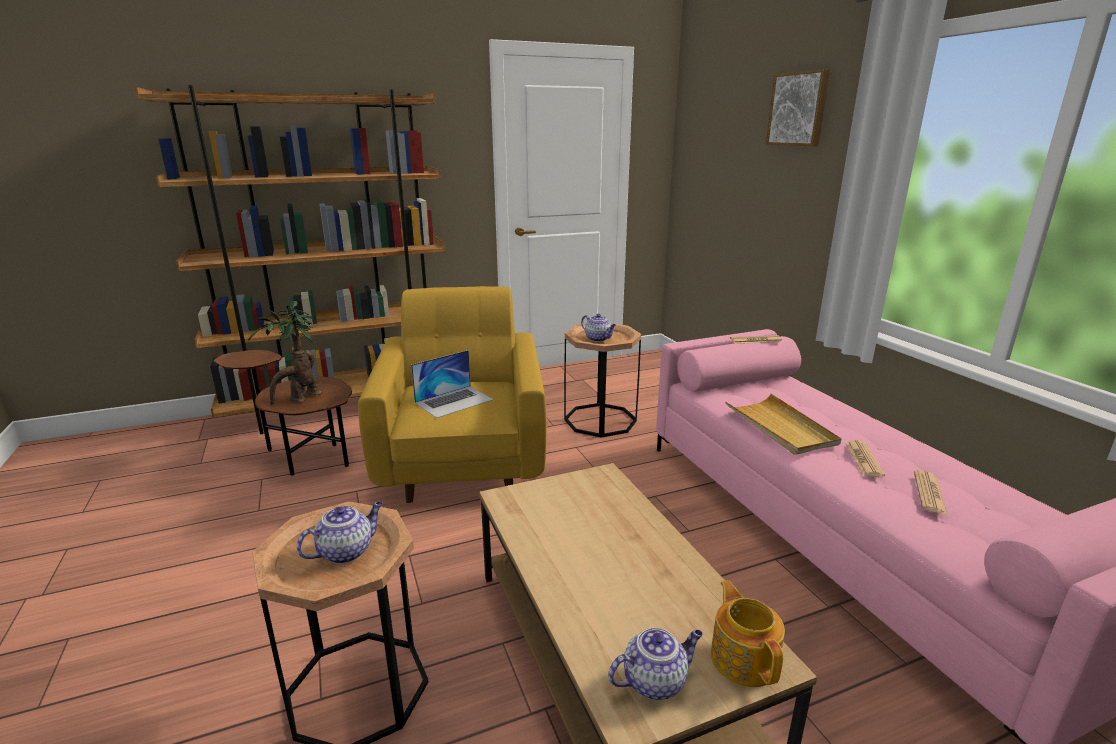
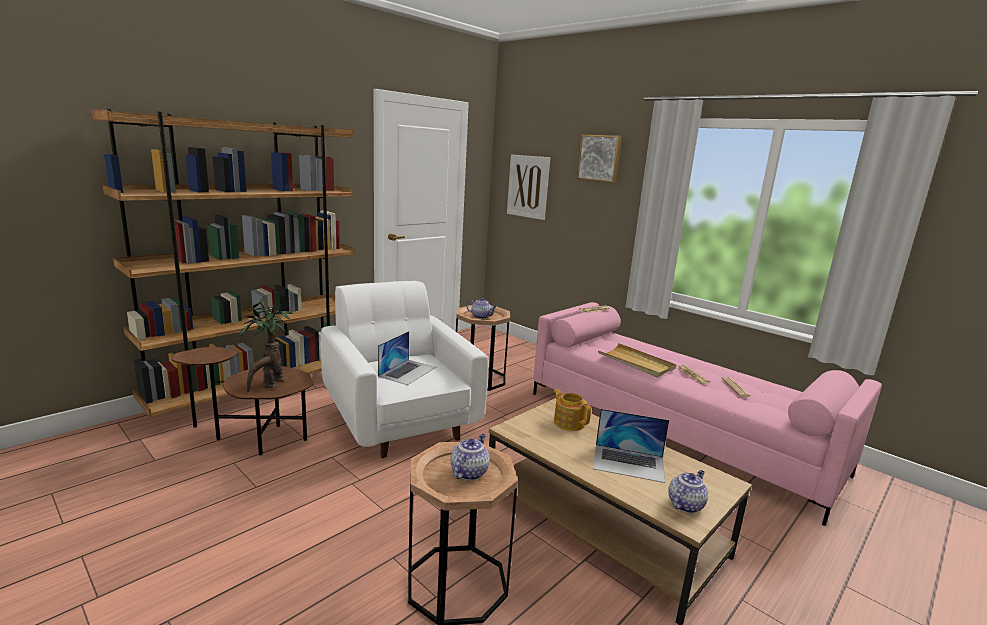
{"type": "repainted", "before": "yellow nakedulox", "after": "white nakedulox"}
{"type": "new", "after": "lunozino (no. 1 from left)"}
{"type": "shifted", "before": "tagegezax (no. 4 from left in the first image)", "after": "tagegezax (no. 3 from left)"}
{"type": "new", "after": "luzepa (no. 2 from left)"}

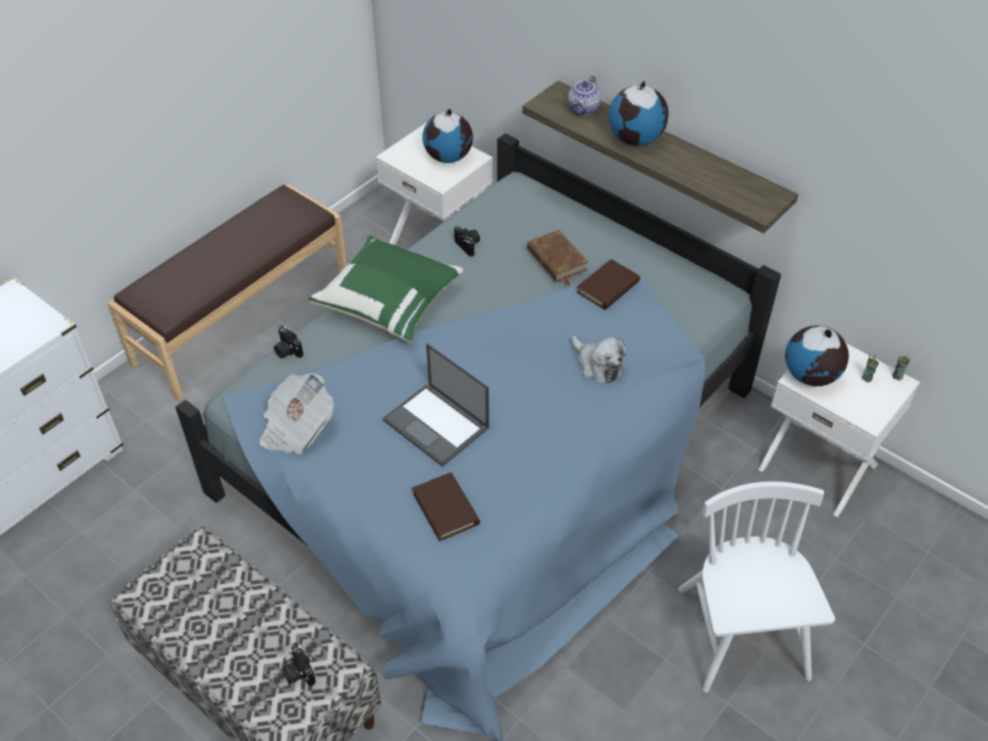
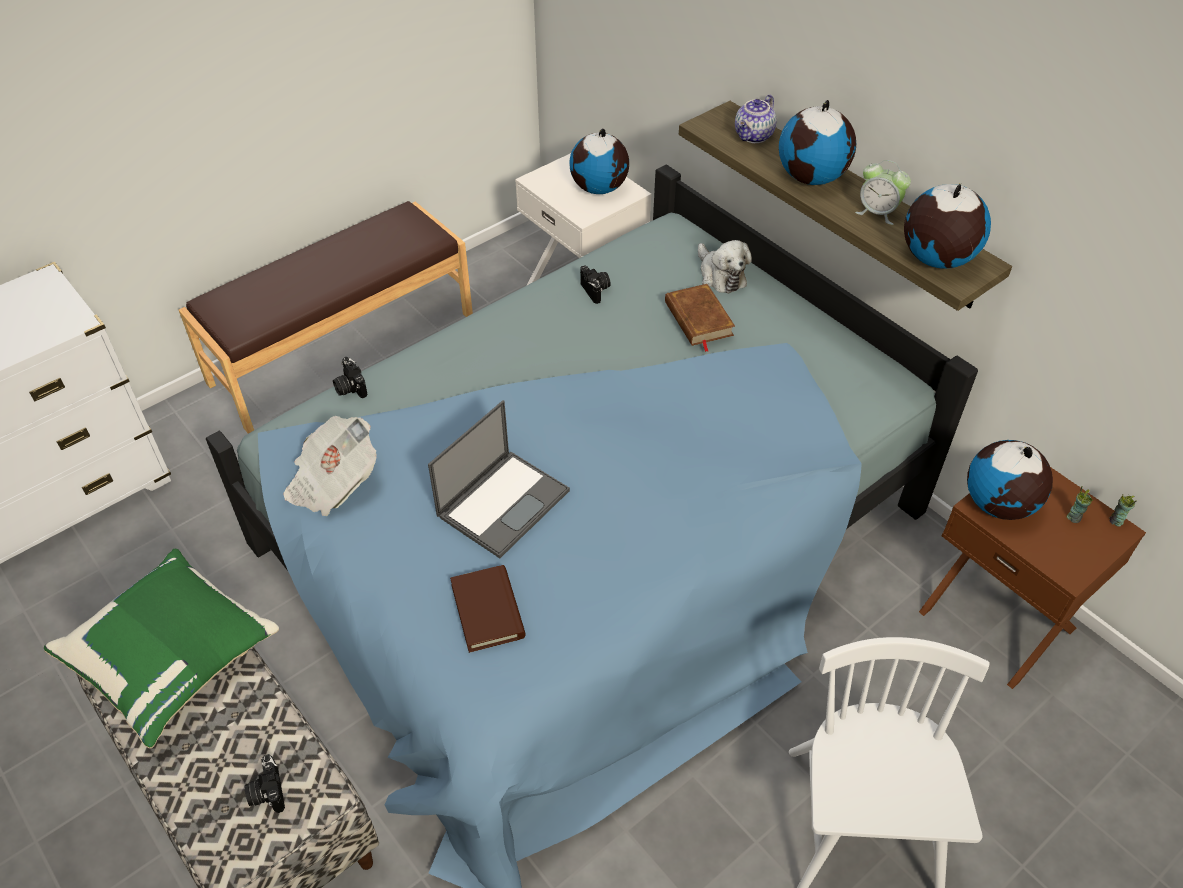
{"type": "shifted", "before": "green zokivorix"}
{"type": "rotated", "before": "luzepa", "turn": -105}
{"type": "shifted", "before": "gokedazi"}
{"type": "new", "after": "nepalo"}
{"type": "new", "after": "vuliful (no. 3 from left)"}
{"type": "repainted", "before": "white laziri (no. 2 from left)", "after": "brown laziri"}
{"type": "gone", "before": "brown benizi (no. 3 from left)"}

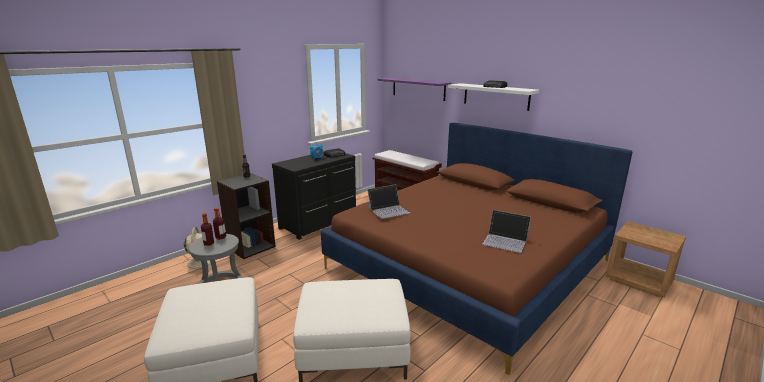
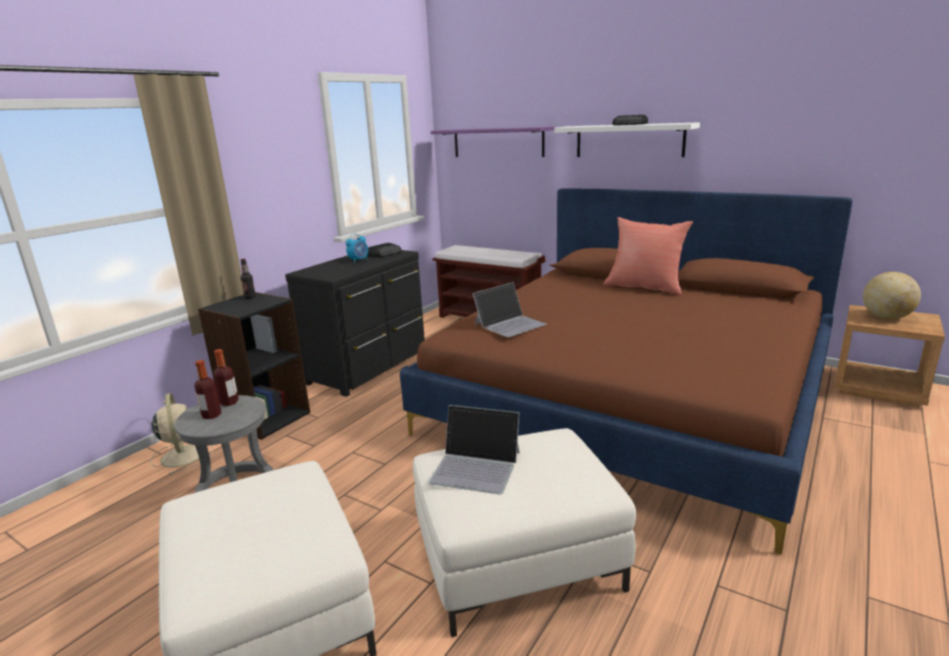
{"type": "shifted", "before": "luzepa (no. 2 from left in the first image)", "after": "luzepa (no. 1 from left)"}
{"type": "new", "after": "red zokivorix"}
{"type": "new", "after": "vuliful"}

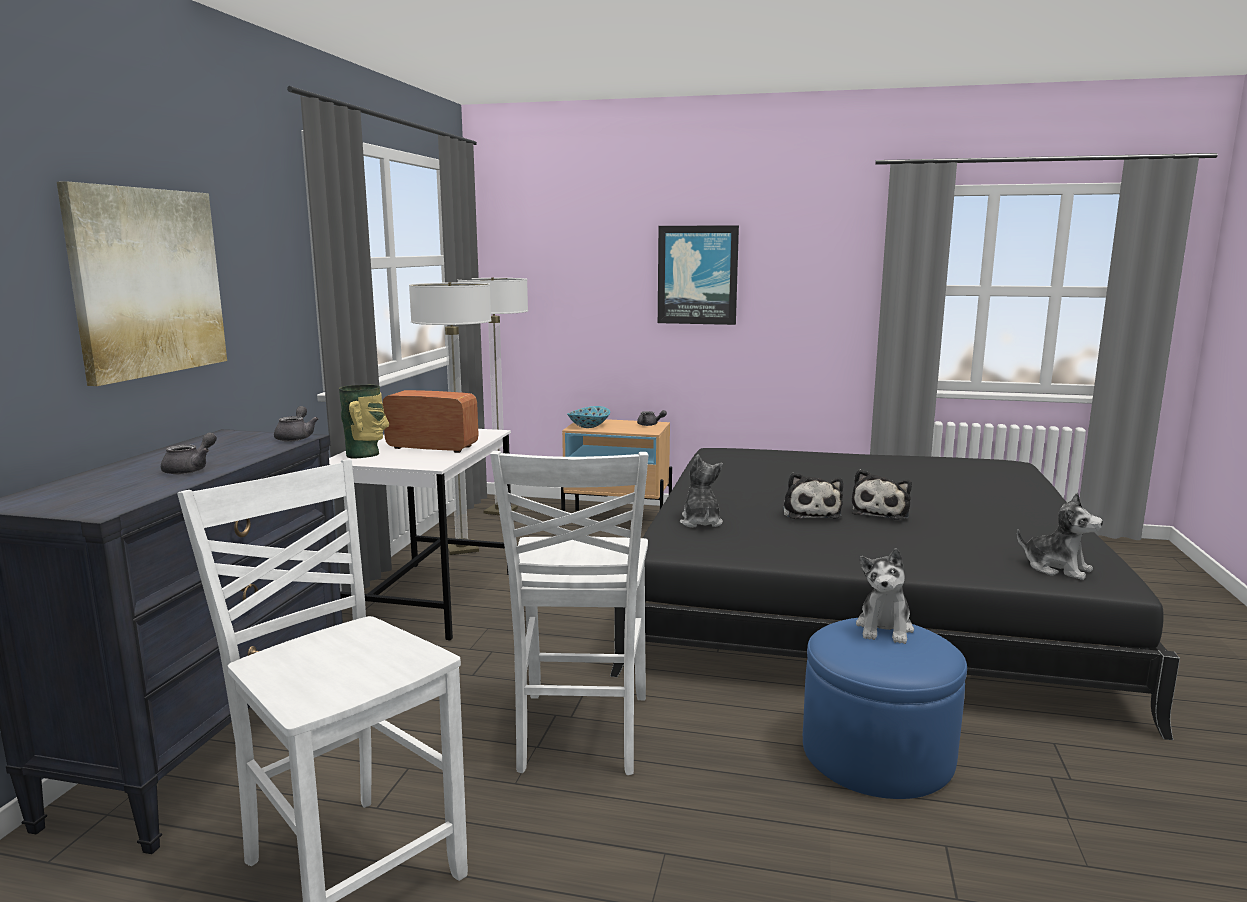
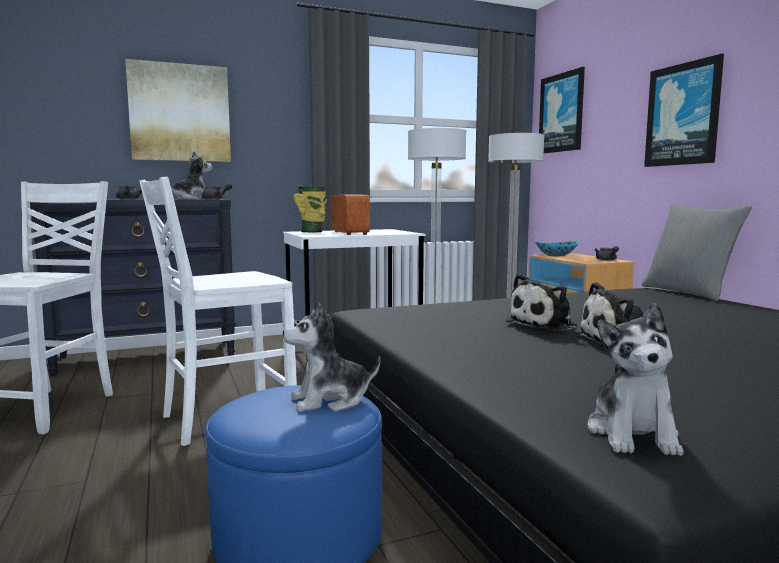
{"type": "shifted", "before": "gokedazi (no. 1 from left)"}
{"type": "new", "after": "lunozino (no. 2 from left)"}
{"type": "new", "after": "grey zokivorix"}

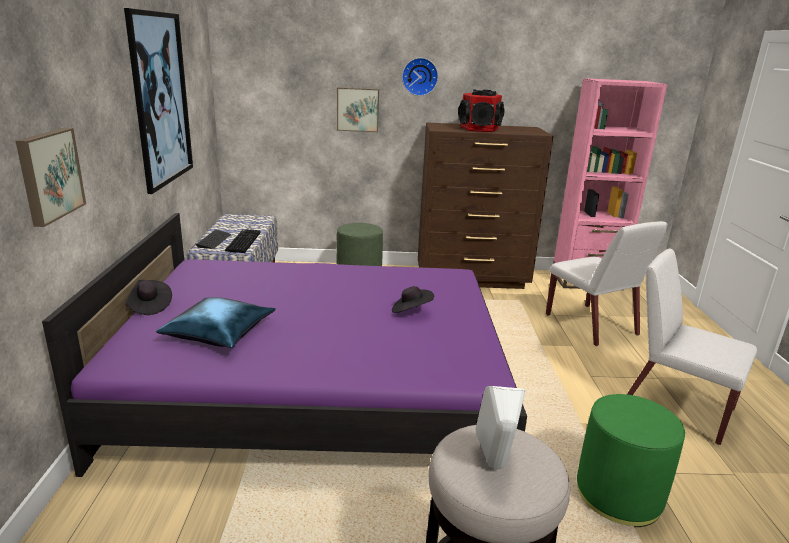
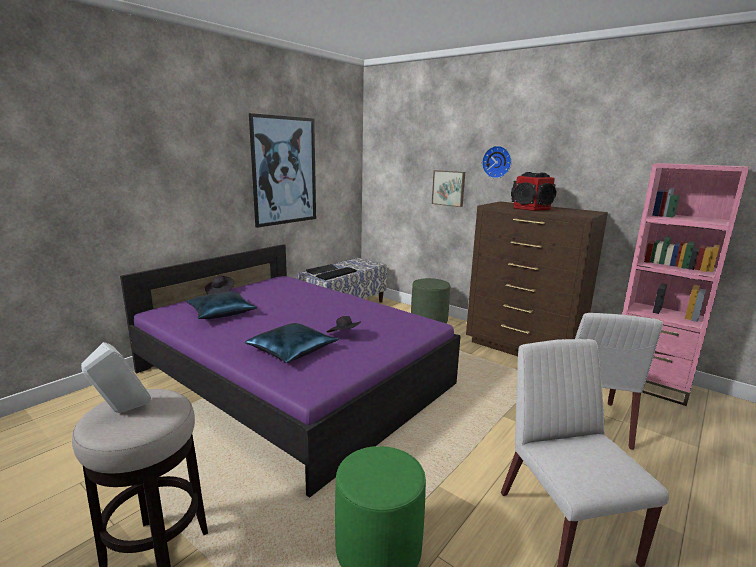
{"type": "new", "after": "blue zokivorix (no. 2 from left)"}
{"type": "gone", "before": "lunozino (no. 1 from left)"}

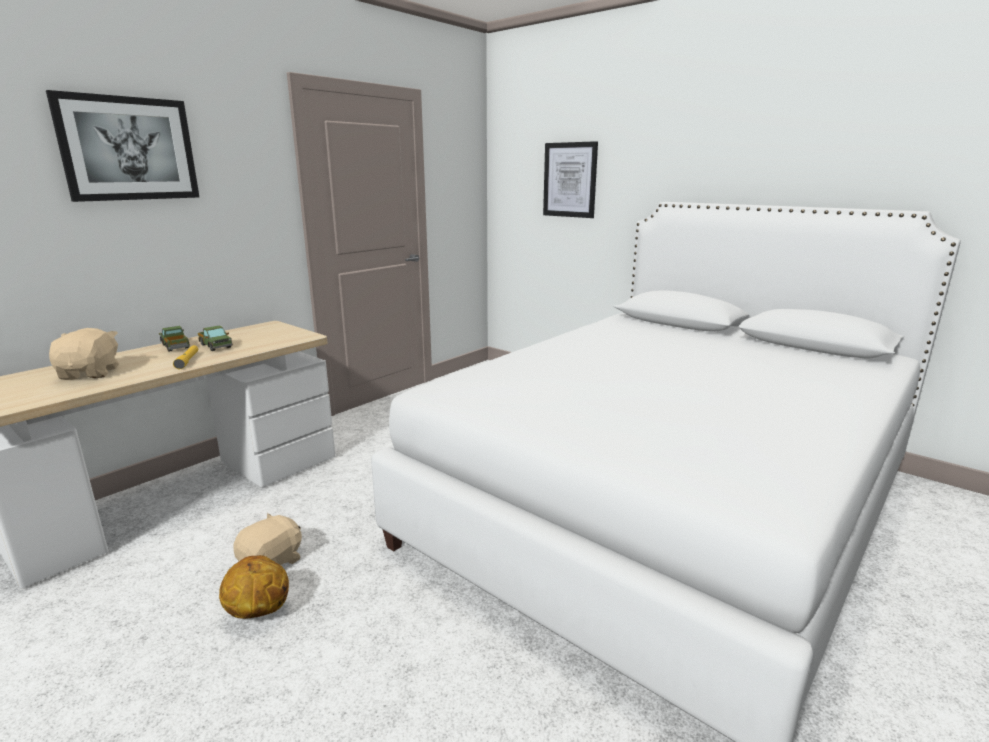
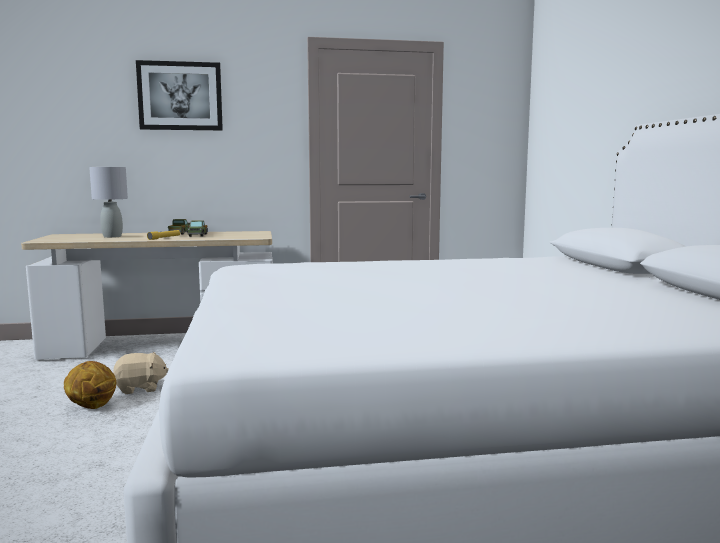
{"type": "swapped", "before": "beige gokedazi (no. 1 from left)", "after": "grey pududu"}
{"type": "gone", "before": "lunozino (no. 2 from left)"}

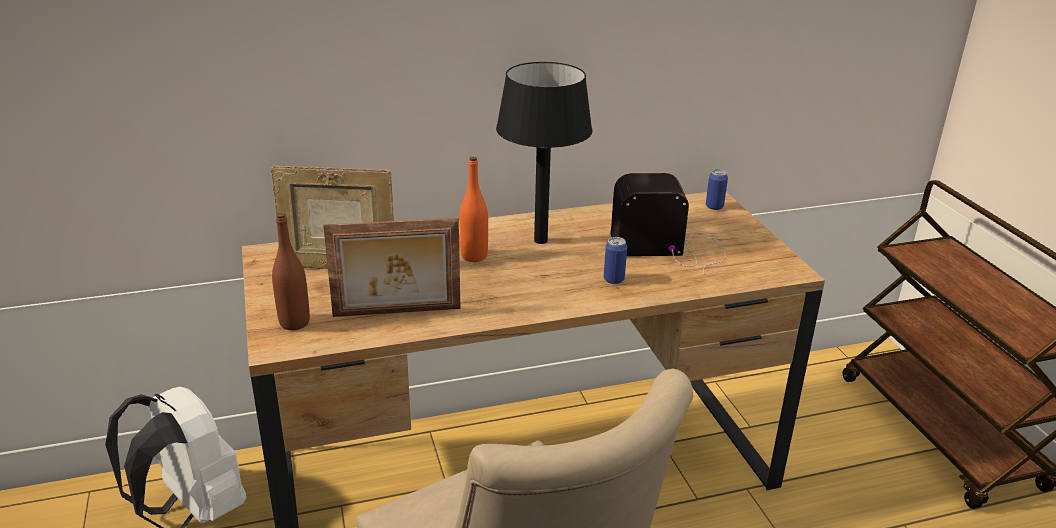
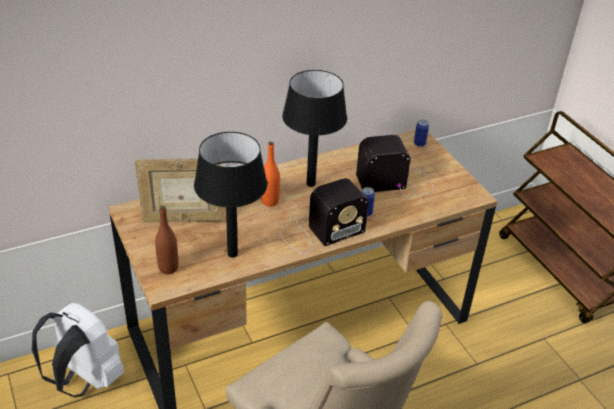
{"type": "swapped", "before": "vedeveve (no. 2 from left)", "after": "black pududu (no. 1 from left)"}
{"type": "new", "after": "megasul (no. 1 from left)"}

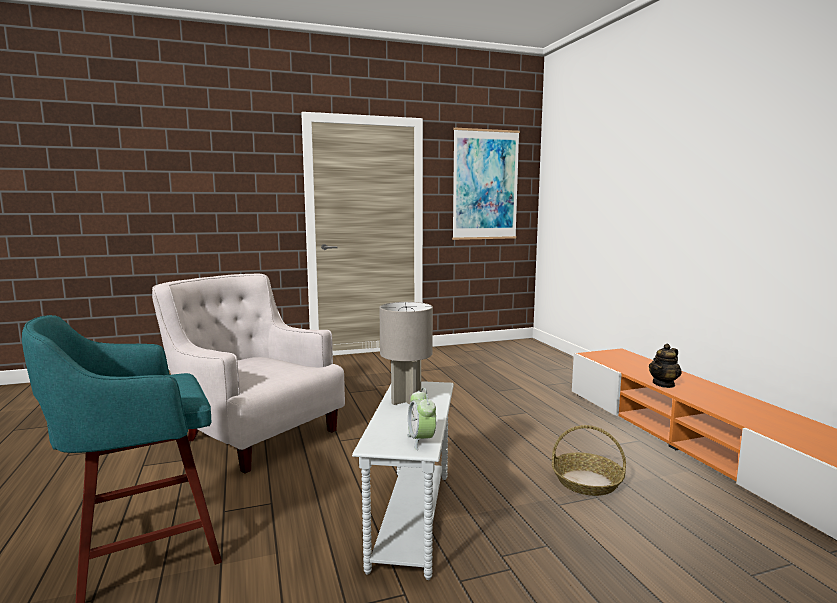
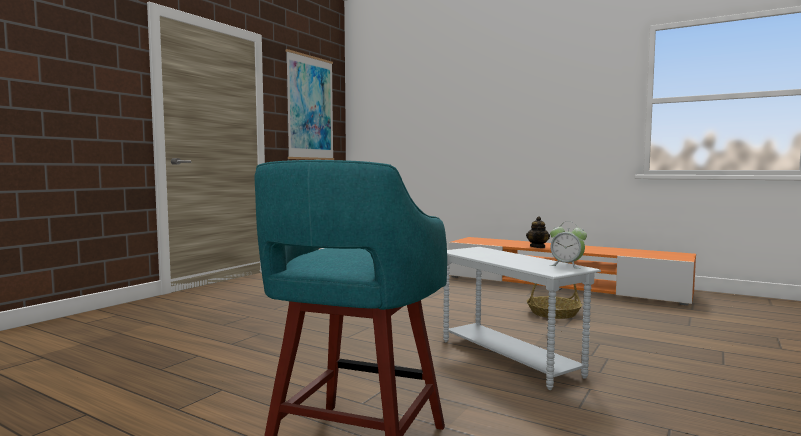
{"type": "gone", "before": "white nakedulox"}
{"type": "gone", "before": "grey pududu"}

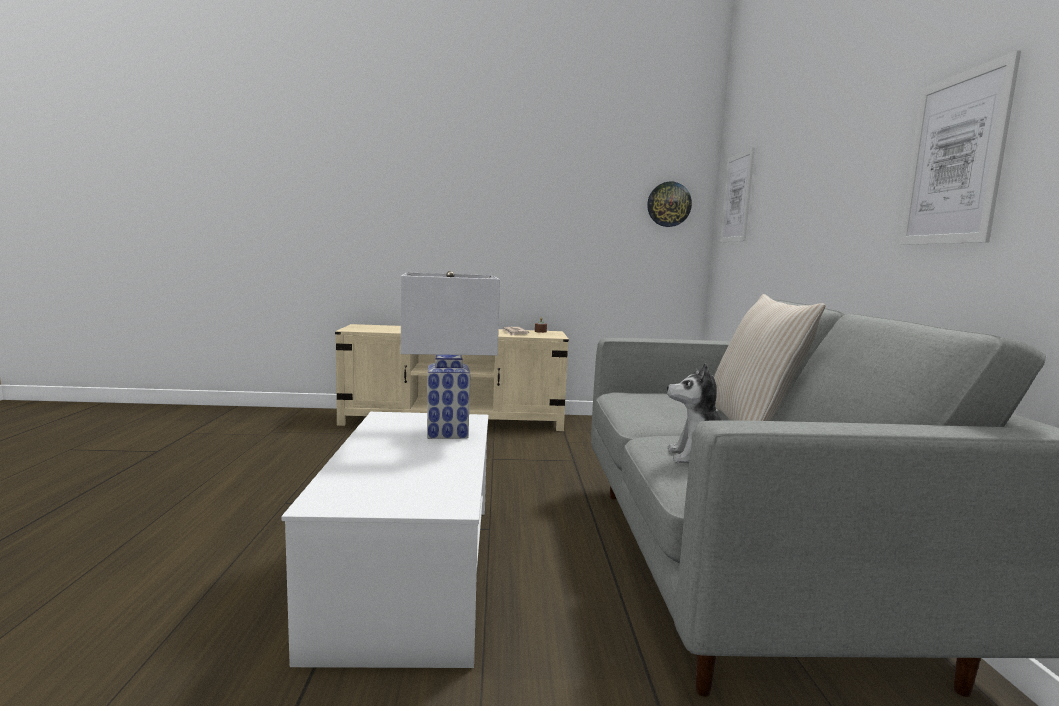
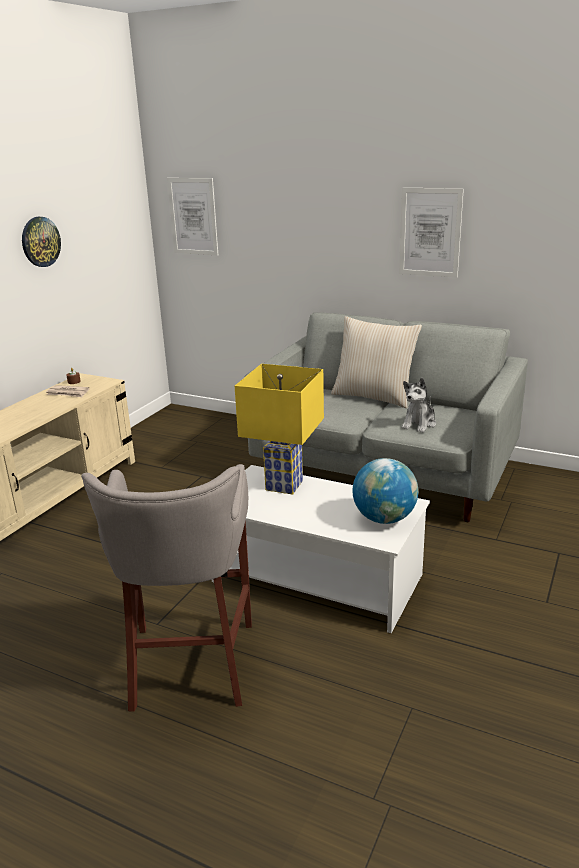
{"type": "shifted", "before": "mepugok"}
{"type": "new", "after": "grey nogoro"}
{"type": "repainted", "before": "white pududu", "after": "yellow pududu"}
{"type": "new", "after": "vuliful"}

